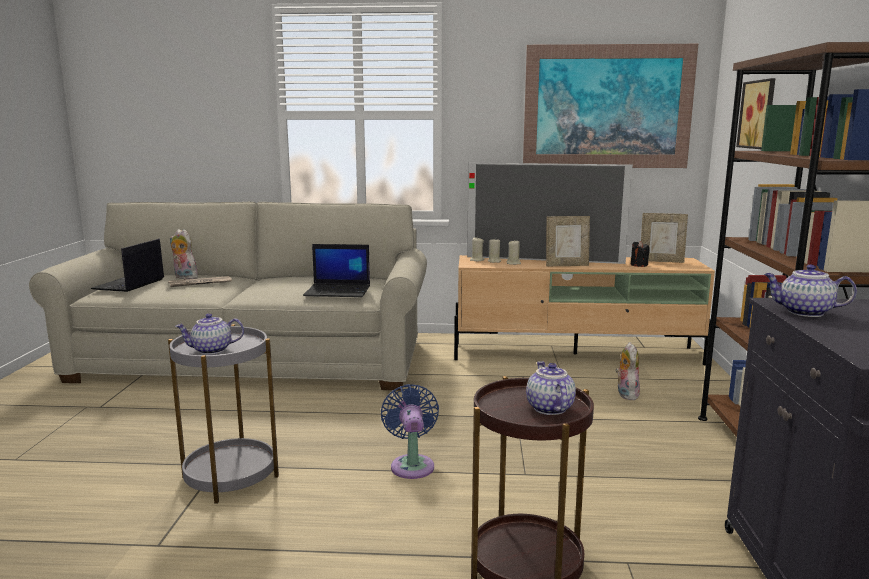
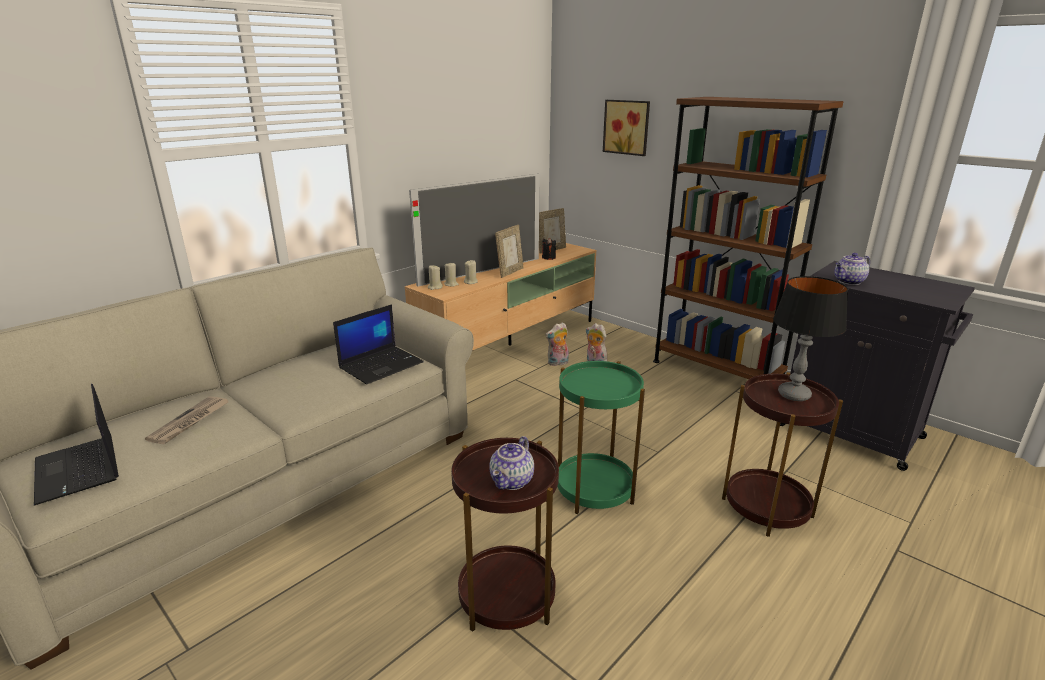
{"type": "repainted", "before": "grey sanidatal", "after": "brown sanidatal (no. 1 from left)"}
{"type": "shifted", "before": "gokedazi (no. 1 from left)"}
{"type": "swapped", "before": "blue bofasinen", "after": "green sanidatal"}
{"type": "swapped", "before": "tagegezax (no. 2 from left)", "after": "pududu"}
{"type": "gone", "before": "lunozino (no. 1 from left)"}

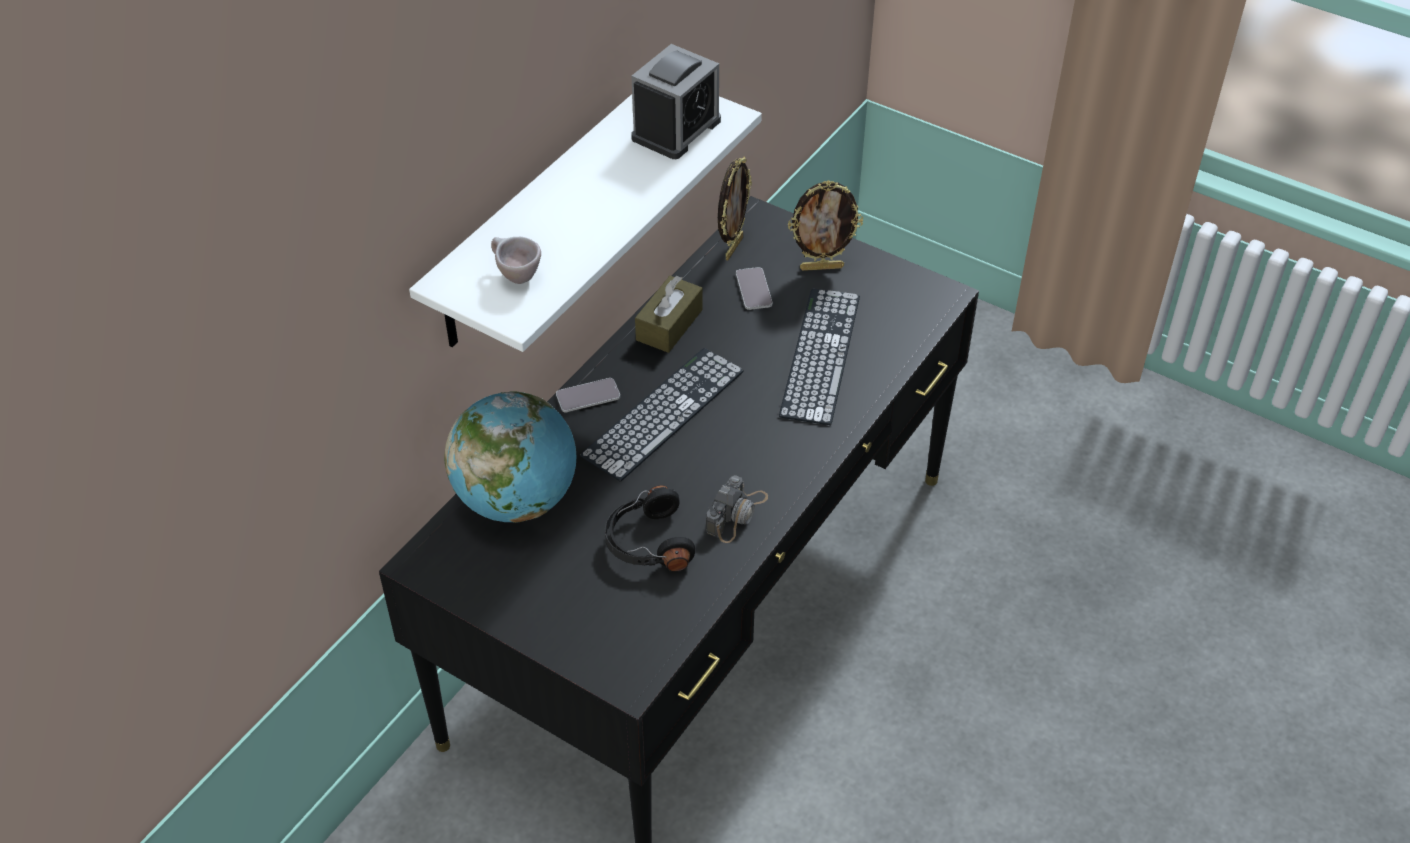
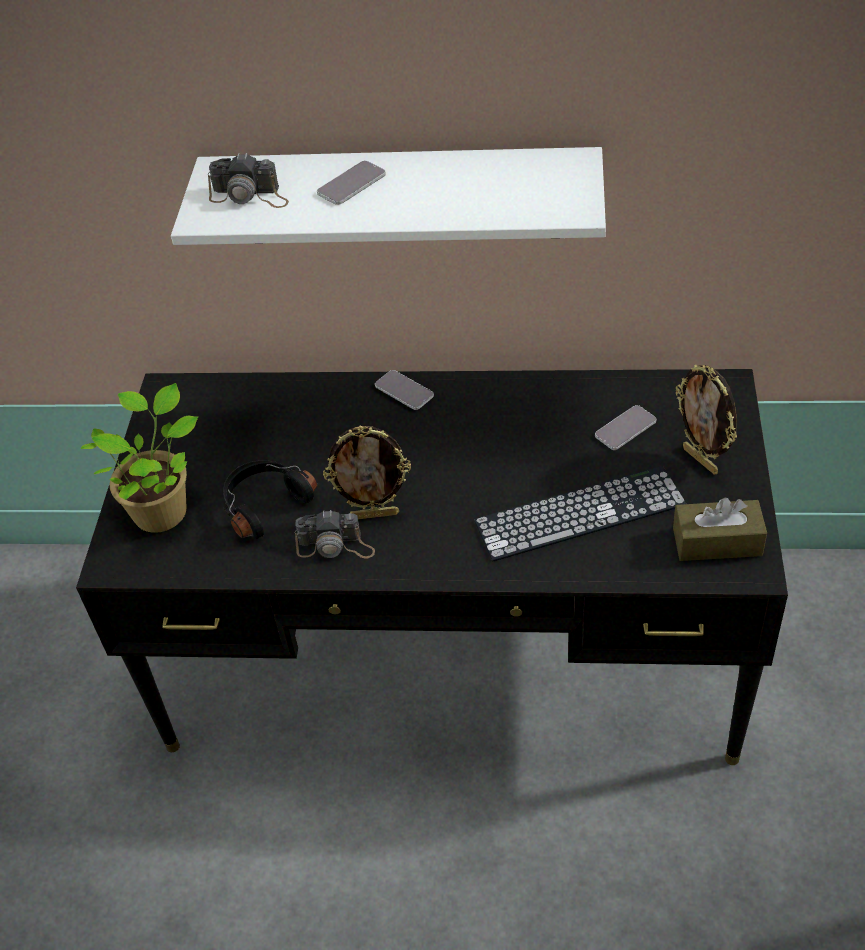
{"type": "new", "after": "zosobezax"}
{"type": "swapped", "before": "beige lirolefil", "after": "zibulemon (no. 1 from left)"}
{"type": "new", "after": "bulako (no. 1 from left)"}
{"type": "shifted", "before": "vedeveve (no. 1 from left)"}
{"type": "shifted", "before": "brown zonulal"}
{"type": "gone", "before": "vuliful"}
{"type": "gone", "before": "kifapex (no. 1 from left)"}
{"type": "gone", "before": "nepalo"}

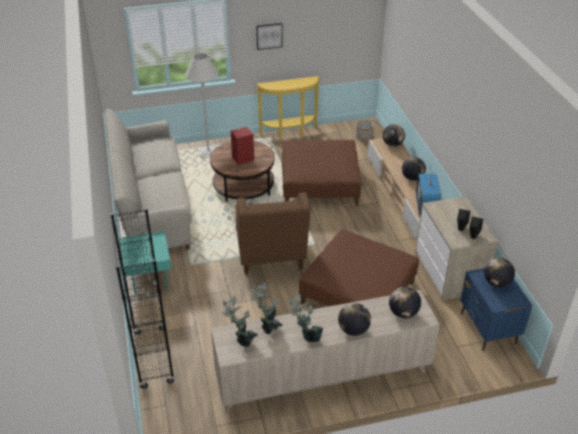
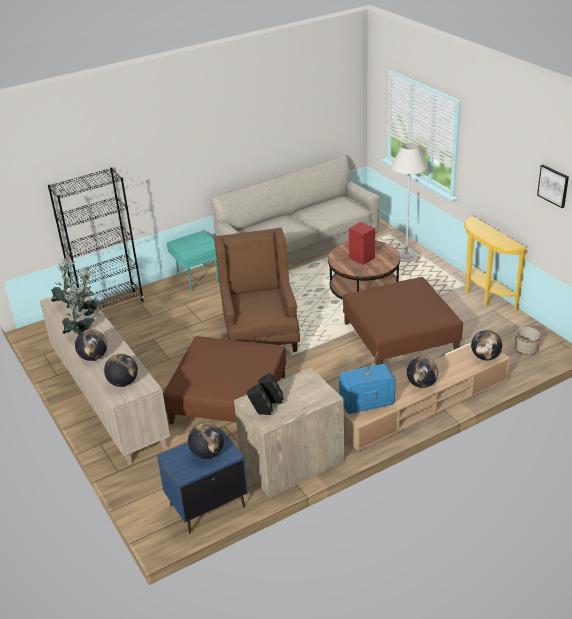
{"type": "rotated", "before": "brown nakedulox", "turn": 105}
{"type": "shifted", "before": "lunozino"}

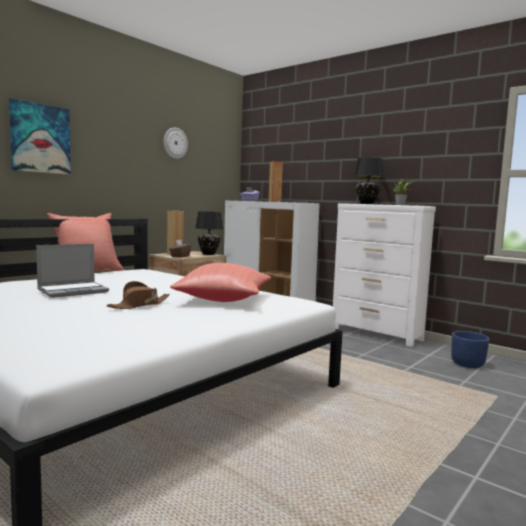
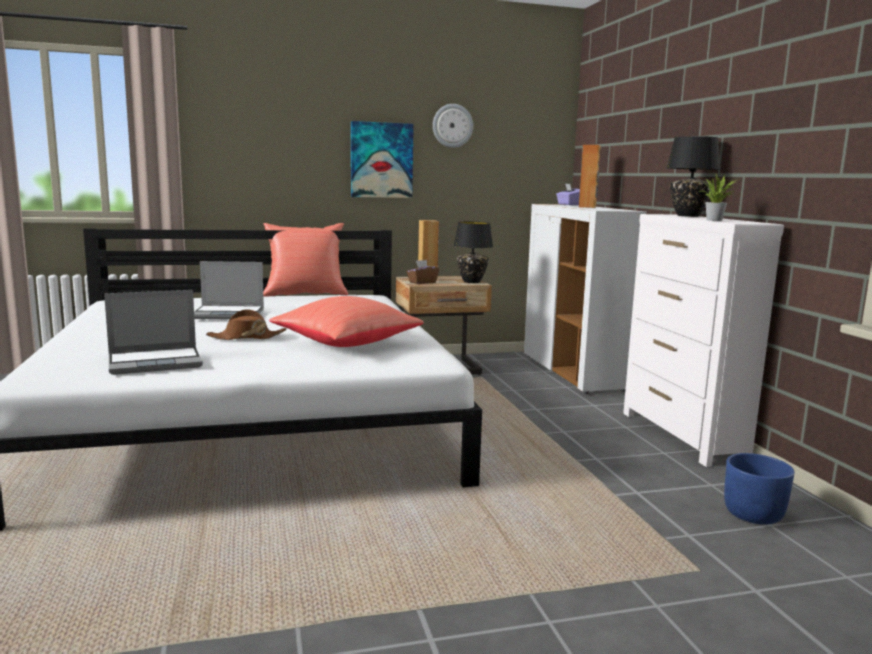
{"type": "new", "after": "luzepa (no. 1 from left)"}
{"type": "shifted", "before": "lunozino"}

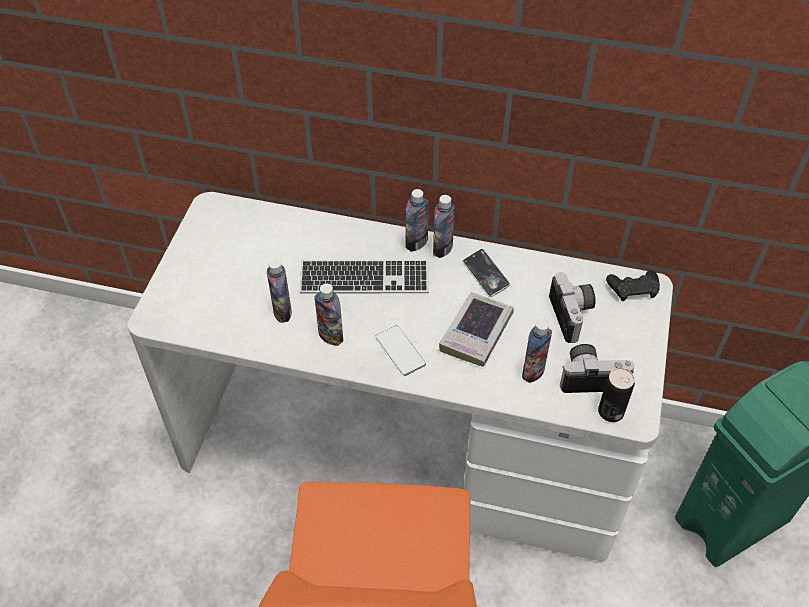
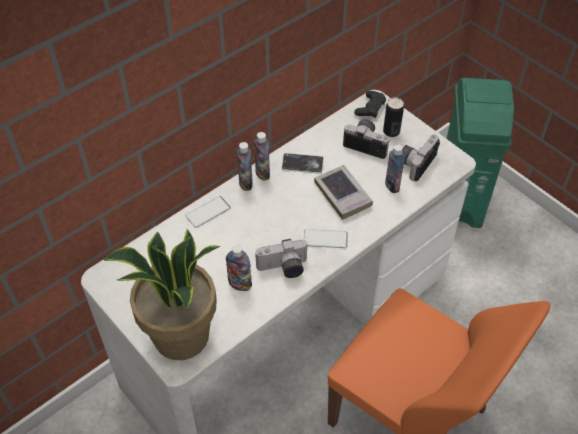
{"type": "new", "after": "zosobezax"}
{"type": "new", "after": "bulako (no. 1 from left)"}
{"type": "swapped", "before": "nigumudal (no. 2 from left)", "after": "zibulemon (no. 1 from left)"}
{"type": "shifted", "before": "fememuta"}
{"type": "gone", "before": "kifapex"}

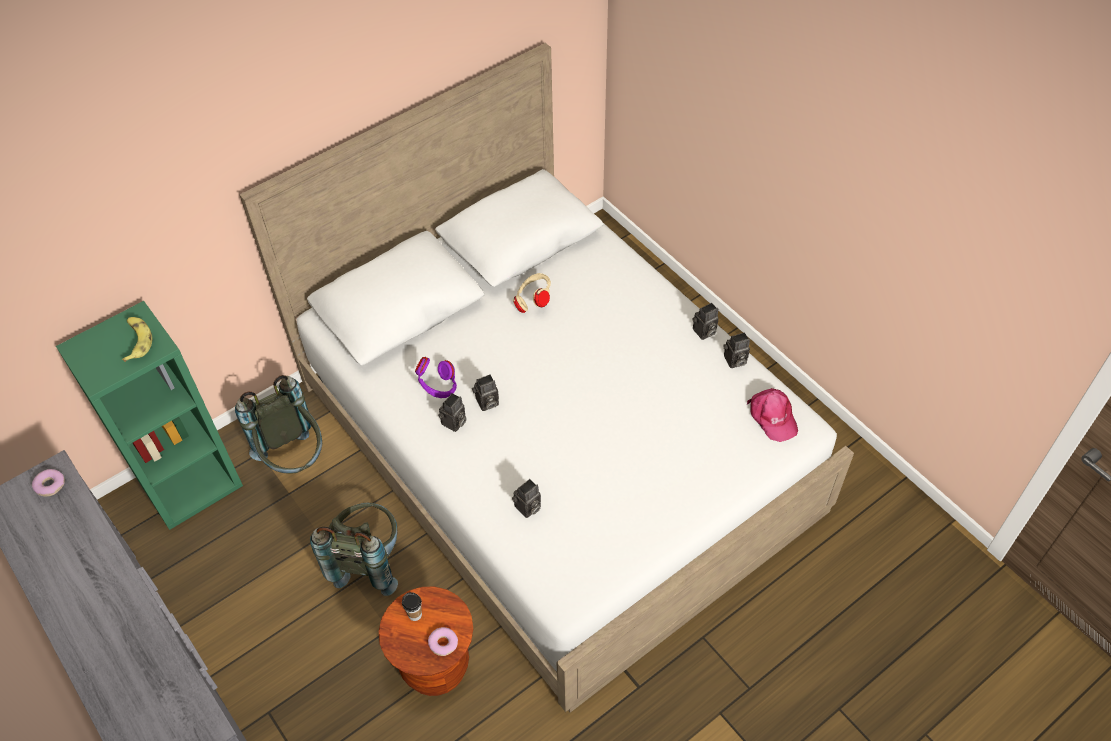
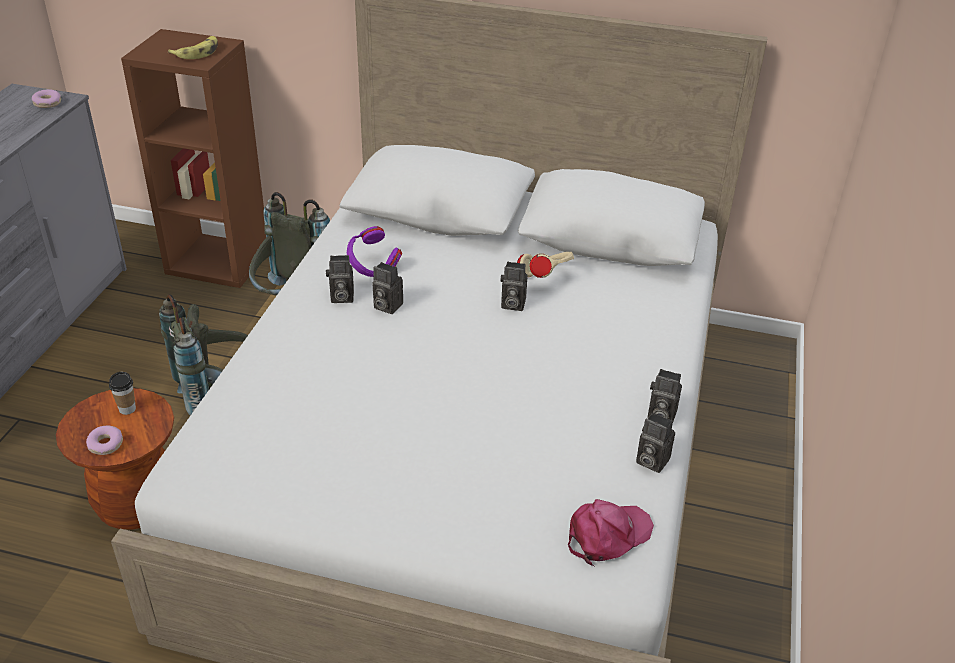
{"type": "repainted", "before": "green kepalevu", "after": "brown kepalevu"}
{"type": "shifted", "before": "zibulemon (no. 3 from left)"}
{"type": "rotated", "before": "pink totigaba", "turn": -150}

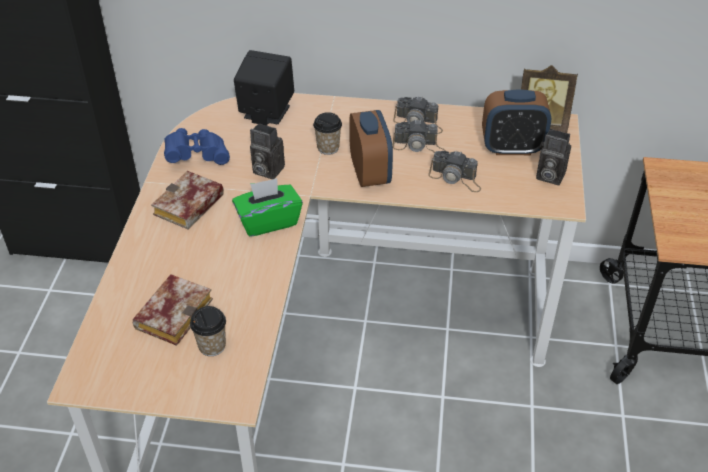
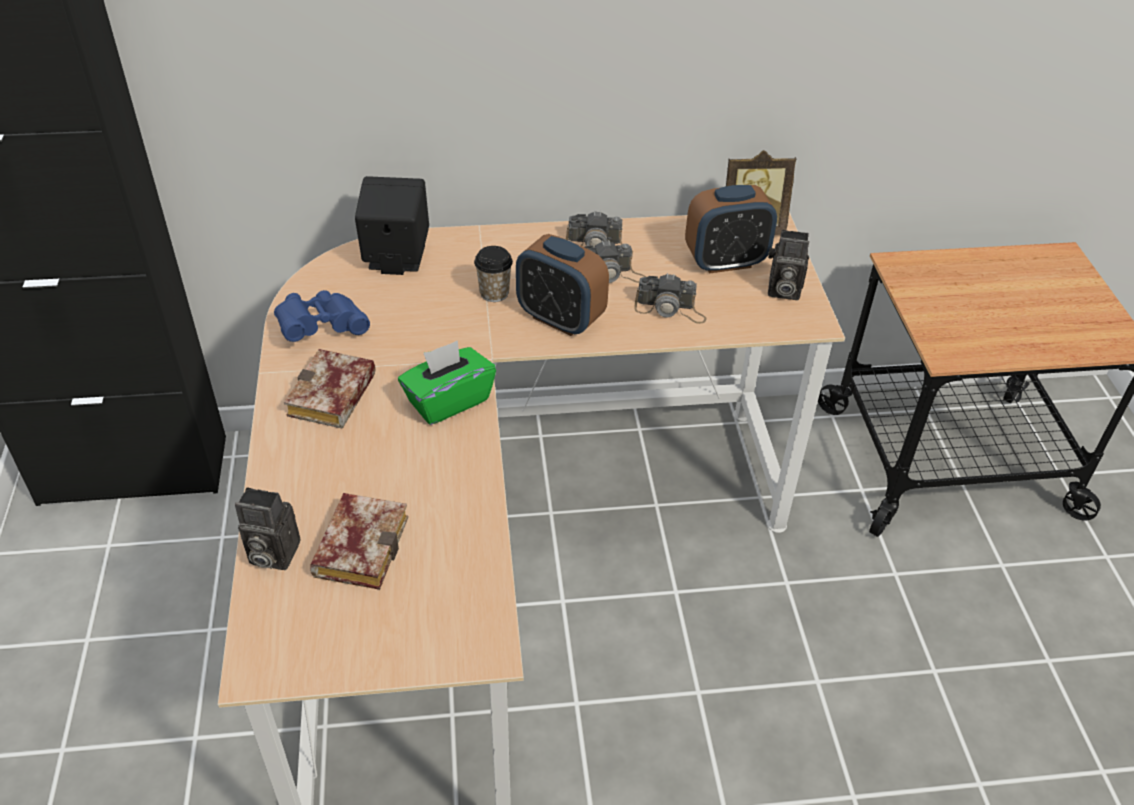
{"type": "shifted", "before": "zibulemon (no. 1 from left)"}
{"type": "rotated", "before": "nepalo (no. 1 from left)", "turn": 150}
{"type": "gone", "before": "lirolefil (no. 1 from left)"}

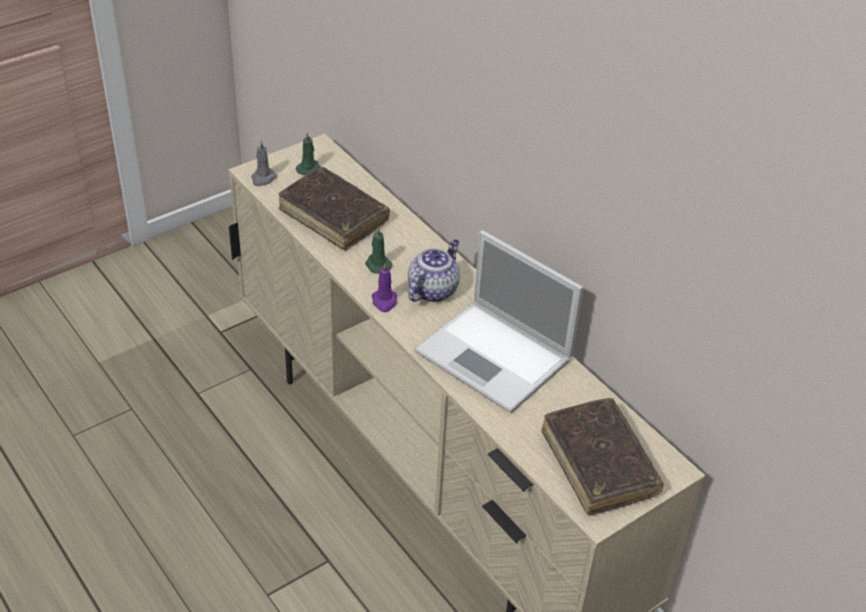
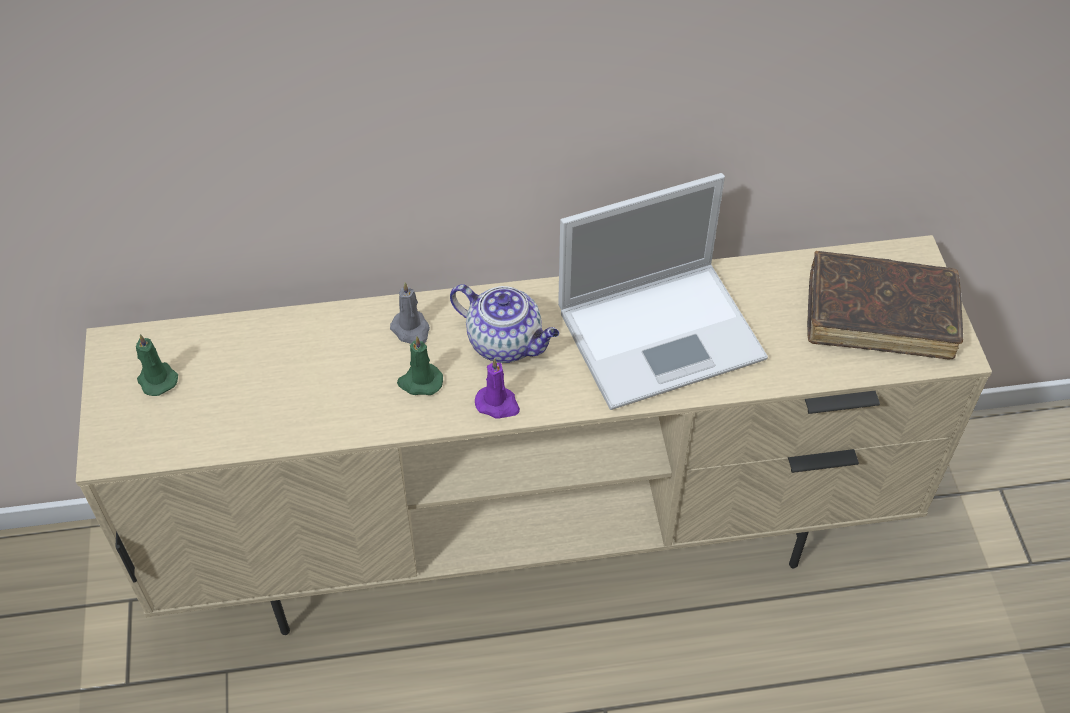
{"type": "shifted", "before": "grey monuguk"}
{"type": "rotated", "before": "tagegezax", "turn": 150}
{"type": "gone", "before": "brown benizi (no. 1 from left)"}

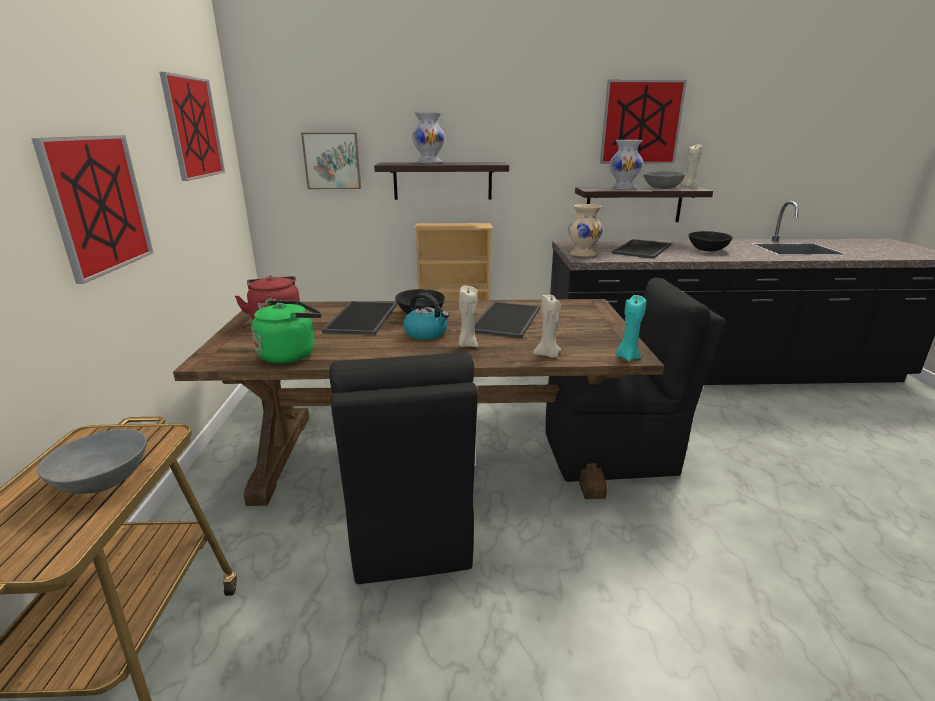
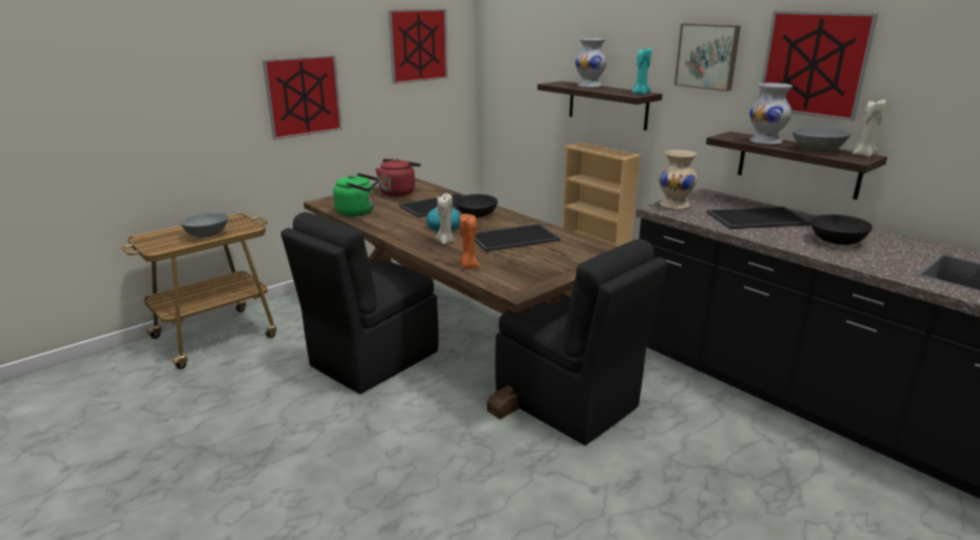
{"type": "repainted", "before": "beige monuguk (no. 2 from left)", "after": "orange monuguk"}
{"type": "shifted", "before": "turquoise monuguk"}
{"type": "shifted", "before": "lunozino (no. 3 from left)"}

